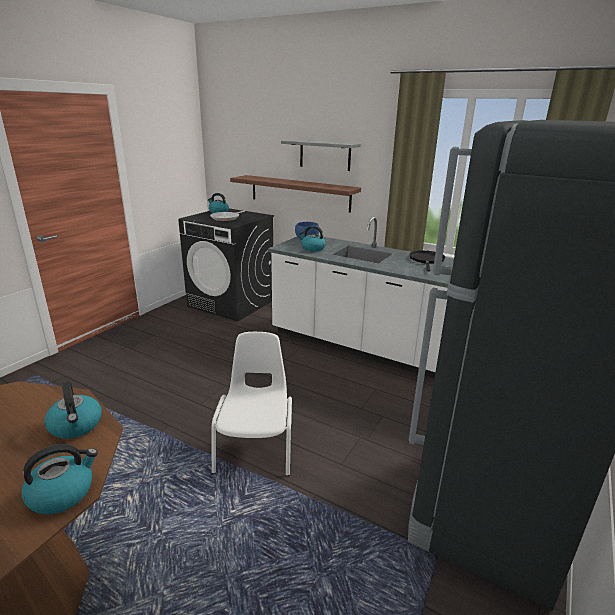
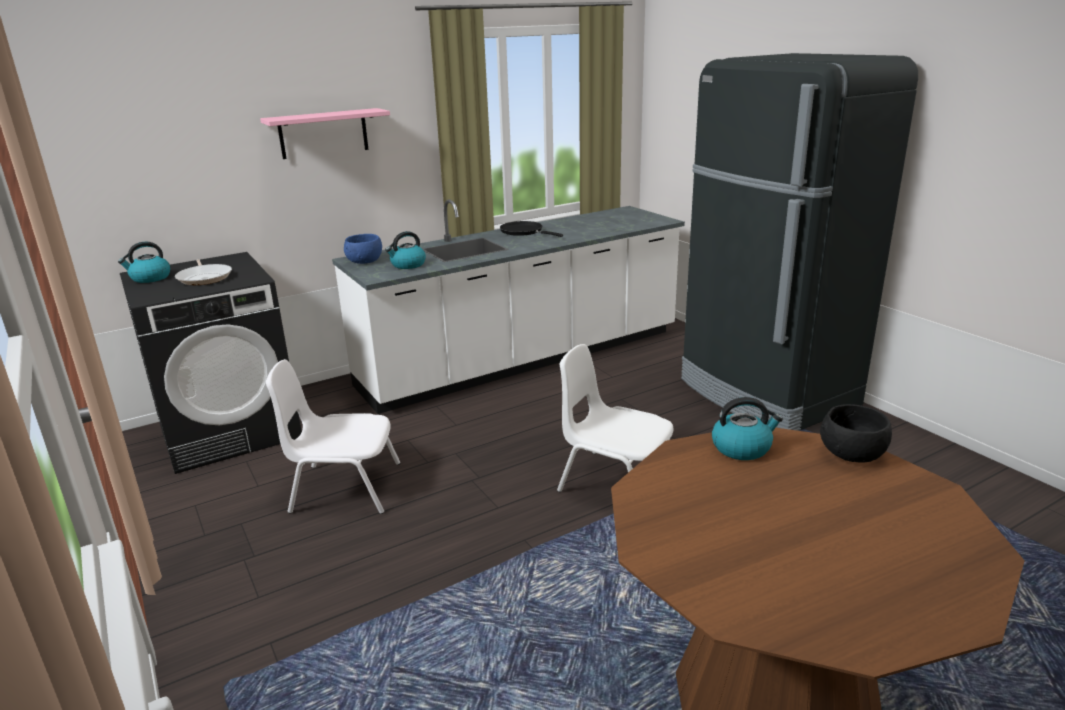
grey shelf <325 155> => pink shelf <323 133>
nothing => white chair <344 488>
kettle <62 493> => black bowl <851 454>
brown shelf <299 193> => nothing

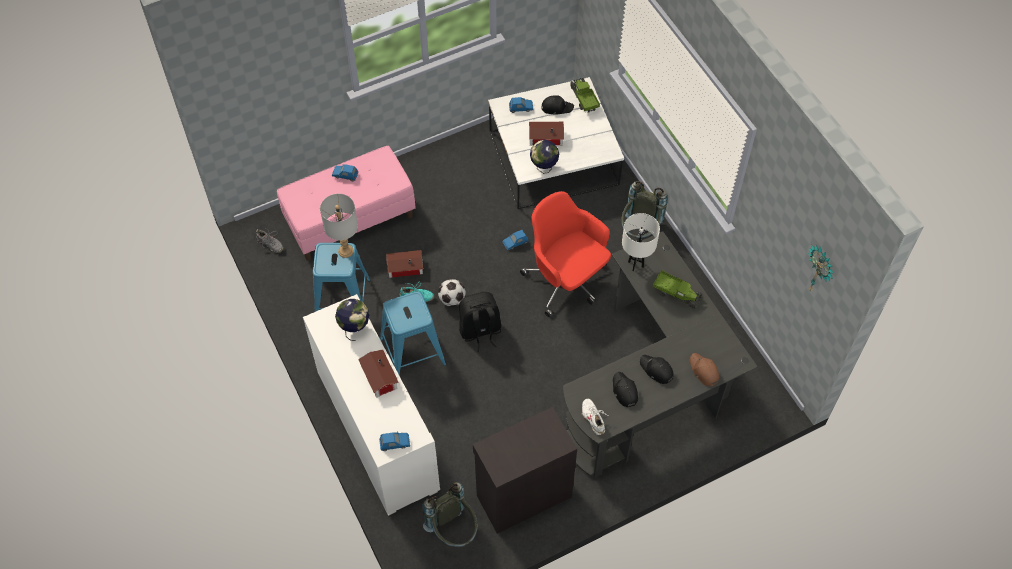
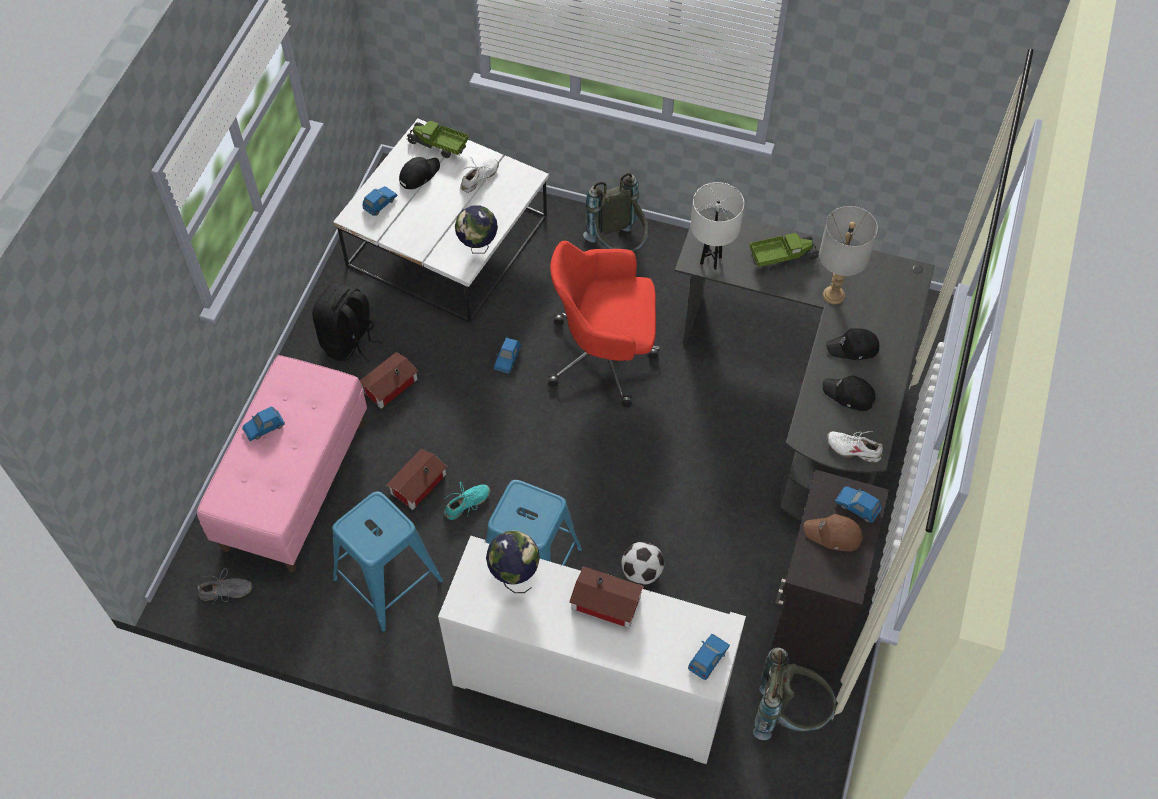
black backpack <480 331> => black backpack <349 342>, shifted
toy house <545 137> => toy house <388 386>, shifted
nothing => white shoe <479 178>
football <452 299> => football <641 572>, shifted
brown cap <703 371> => brown cap <833 535>, shifted
grey table lamp <346 251> => grey table lamp <834 295>, shifted
nothing => blue toy car <857 506>
wall clock <819 270> => nothing

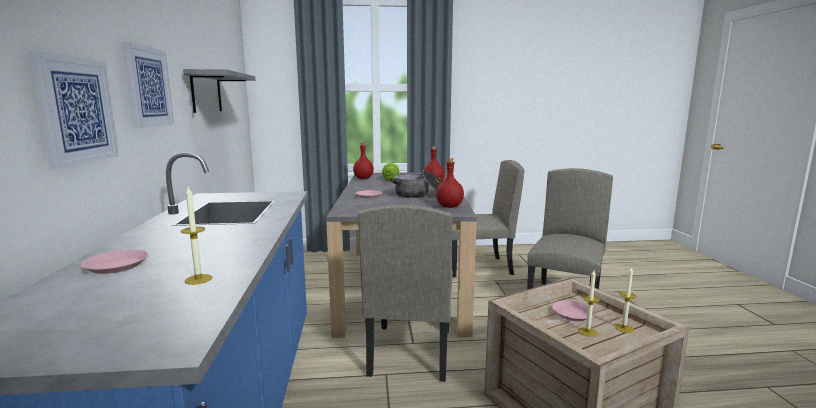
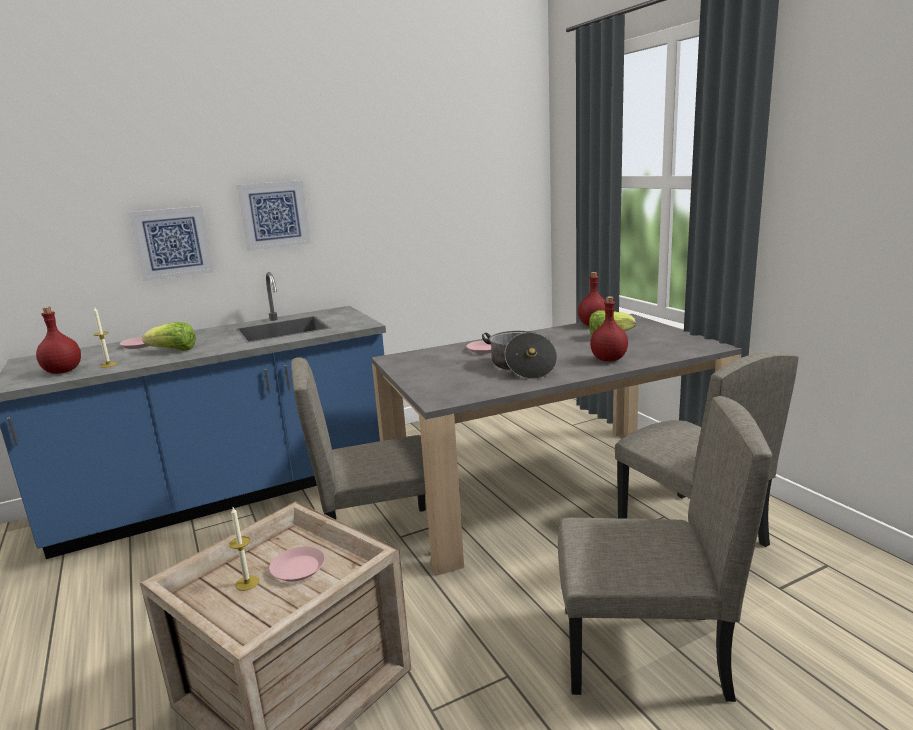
red bottle <450 206> => red bottle <62 371>, shifted
nothing => lettuce <174 350>
grey shelf <206 92> => nothing
candle <624 328> => nothing

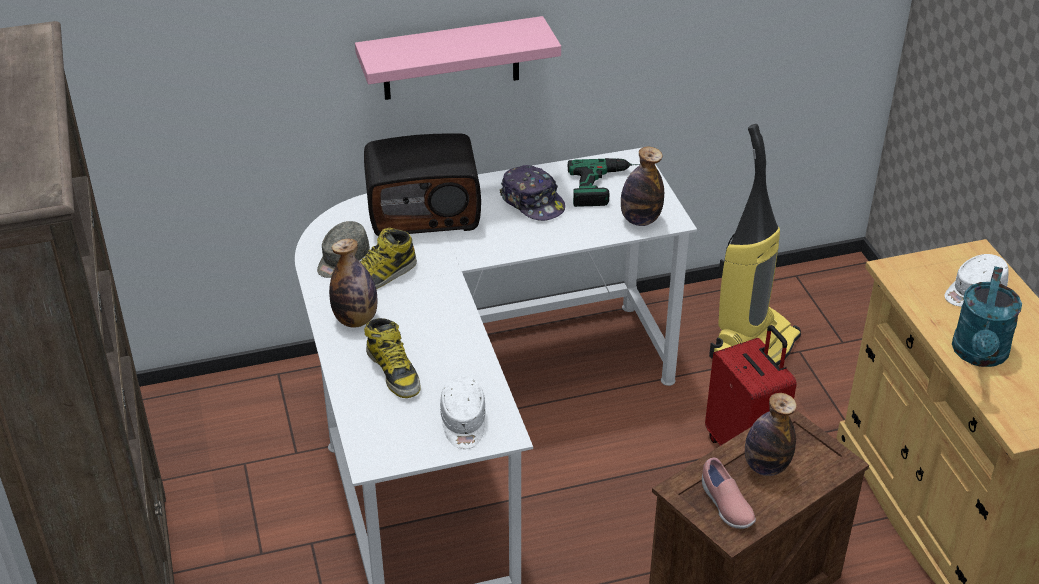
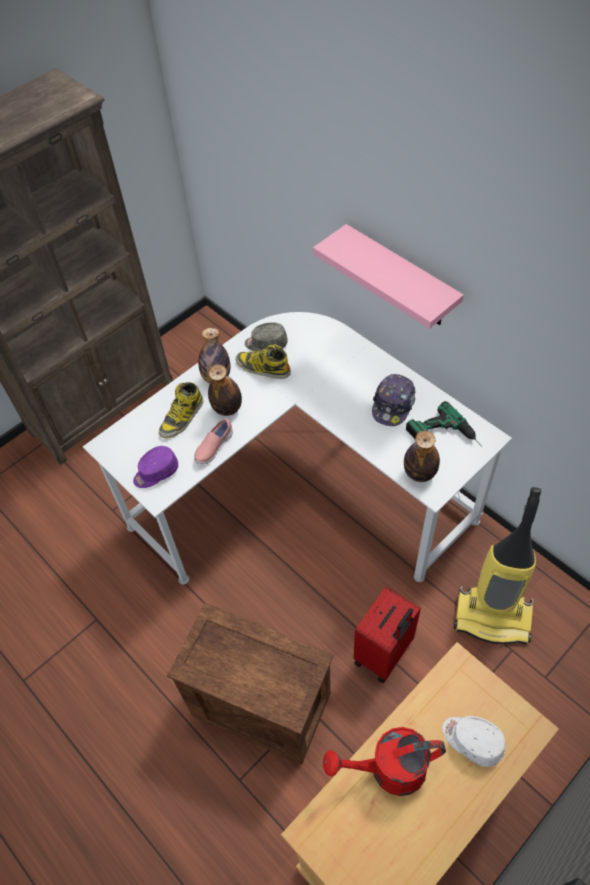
white cap <463 423> => purple cap <156 472>
pink shoe <725 506> => pink shoe <213 447>, shifted
bottle <766 466> => bottle <227 408>, shifted
turquoise watering can <979 355> => red watering can <388 770>
radio <424 211> => nothing

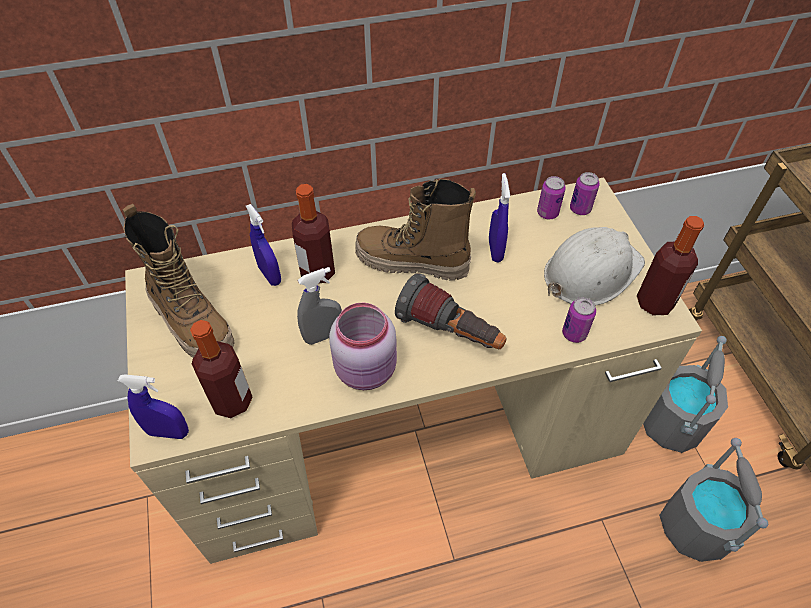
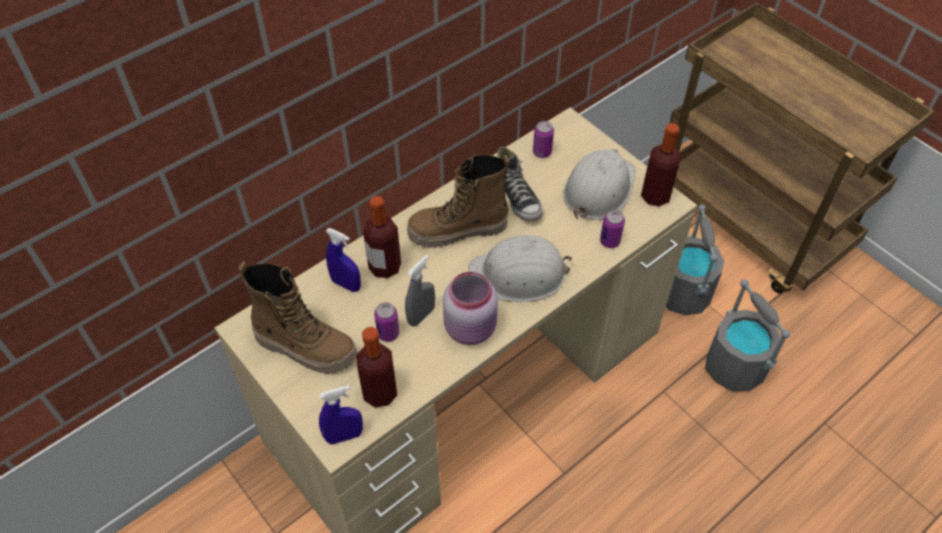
can <580 209> => can <388 333>, shifted
flashlight <450 332> => white hard hat <519 275>
blue spray bottle <495 250> => shoe <517 197>

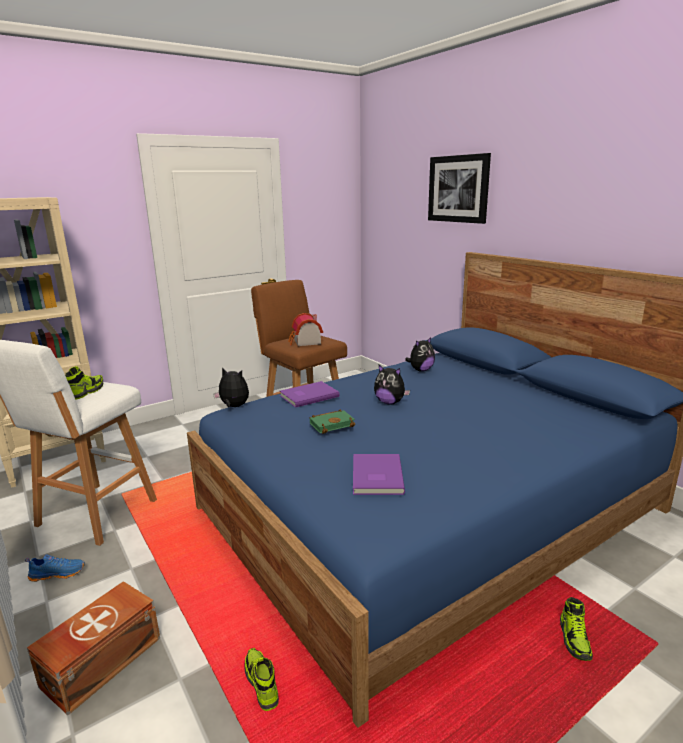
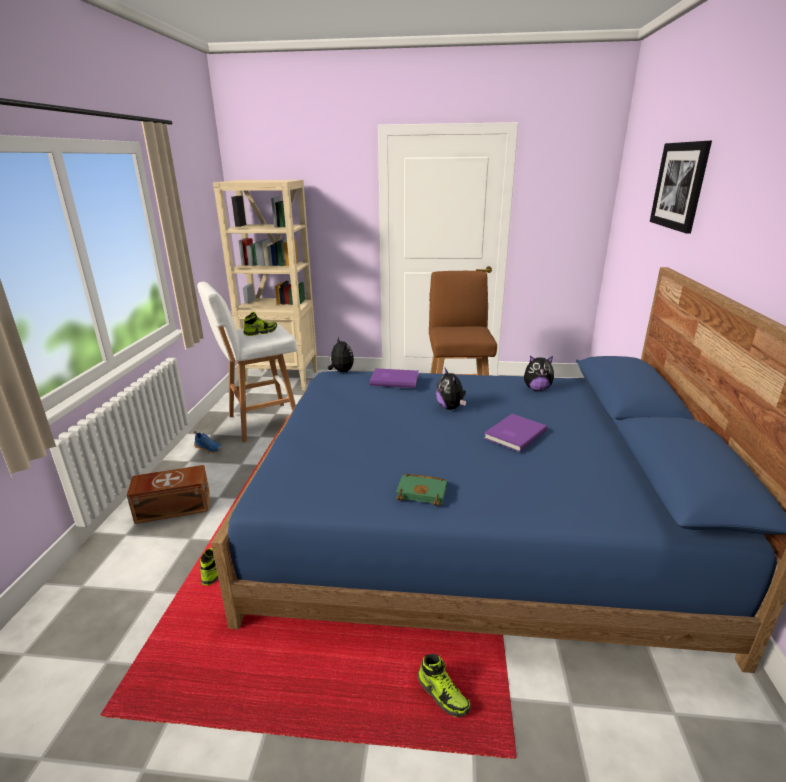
green book <332 424> => green book <423 492>, shifted
shoe <574 639> => shoe <443 694>, 90 degrees counterclockwise
purple book <375 476> => purple book <513 434>, shifted
toy house <305 342> => nothing

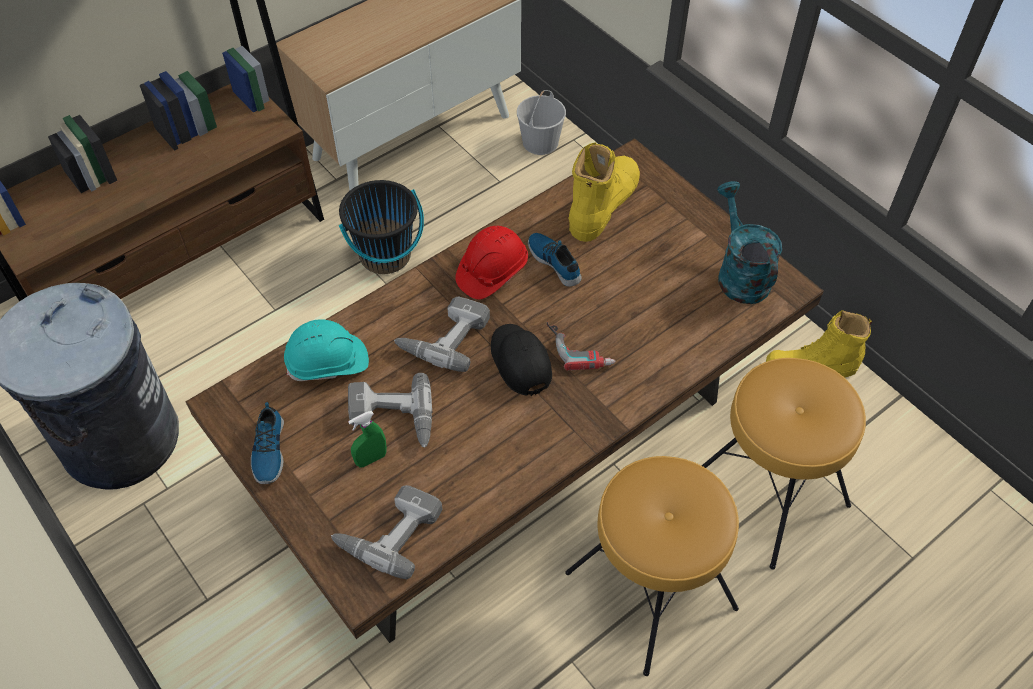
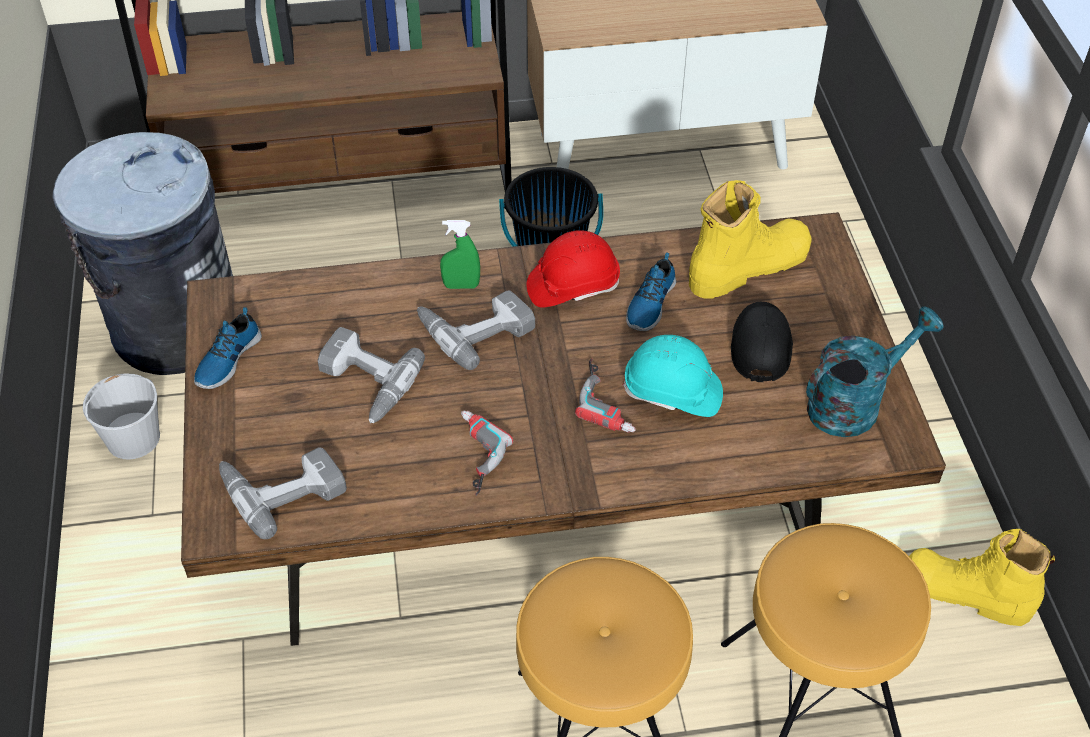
white bucket <540 141> => white bucket <134 437>, shifted
green spray bottle <371 459> => green spray bottle <461 285>, shifted
nothing => power drill <471 455>
turquoise hard hat <328 363> => turquoise hard hat <672 393>, shifted
shoe <555 261> => shoe <649 303>, 150 degrees counterclockwise
black cap <520 362> => black cap <760 345>, shifted
turquoise watering can <739 273> => turquoise watering can <854 403>, 45 degrees clockwise

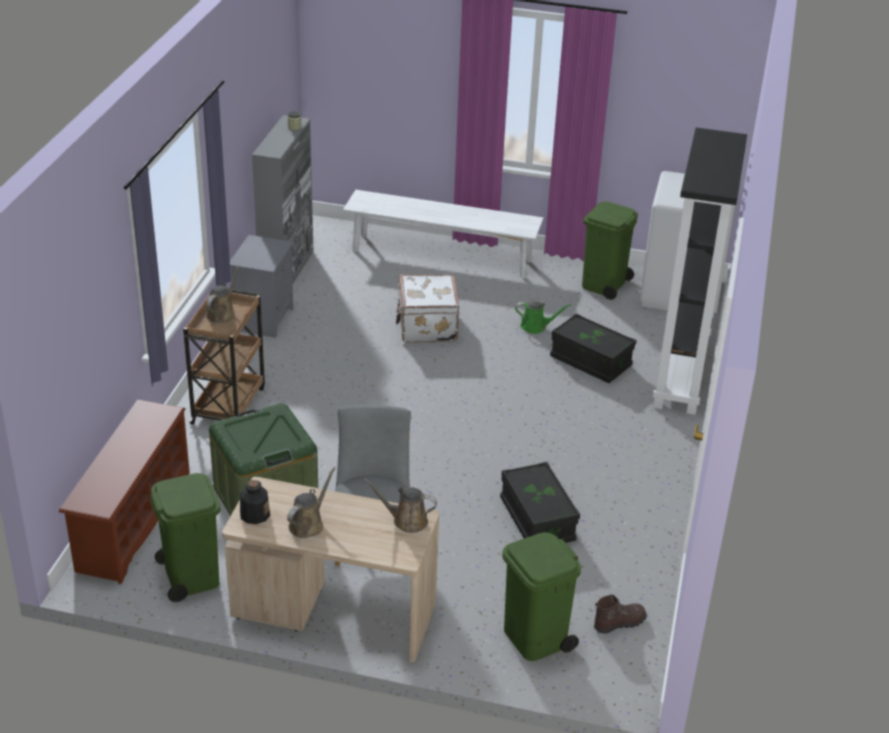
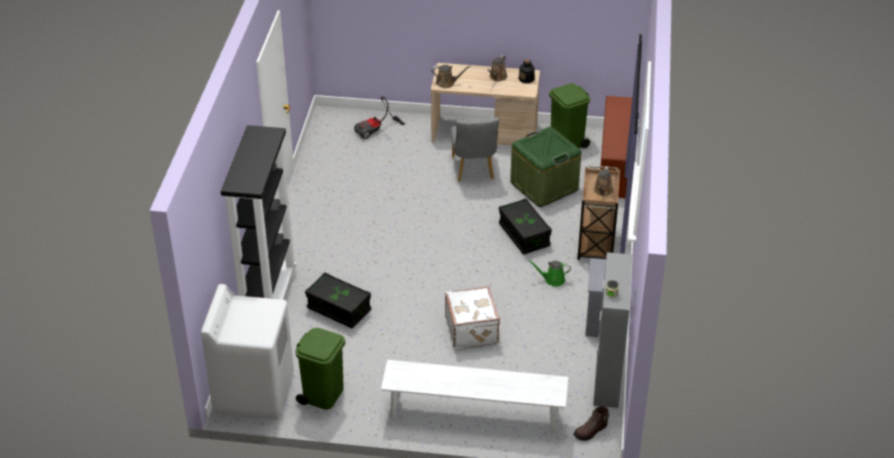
green trash can <535 638> => vacuum cleaner <376 131>
black storage box <537 520> => black storage box <524 235>, shifted
green watering can <536 327> => green watering can <552 280>, shifted
brown boot <618 623> => brown boot <590 432>, shifted

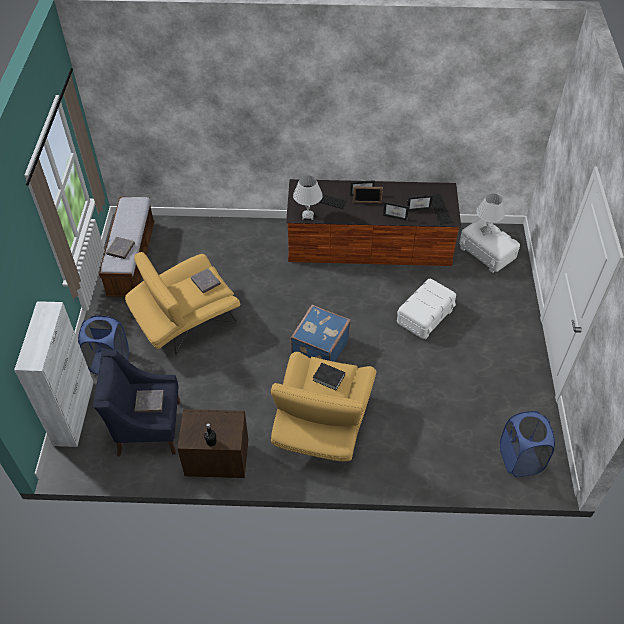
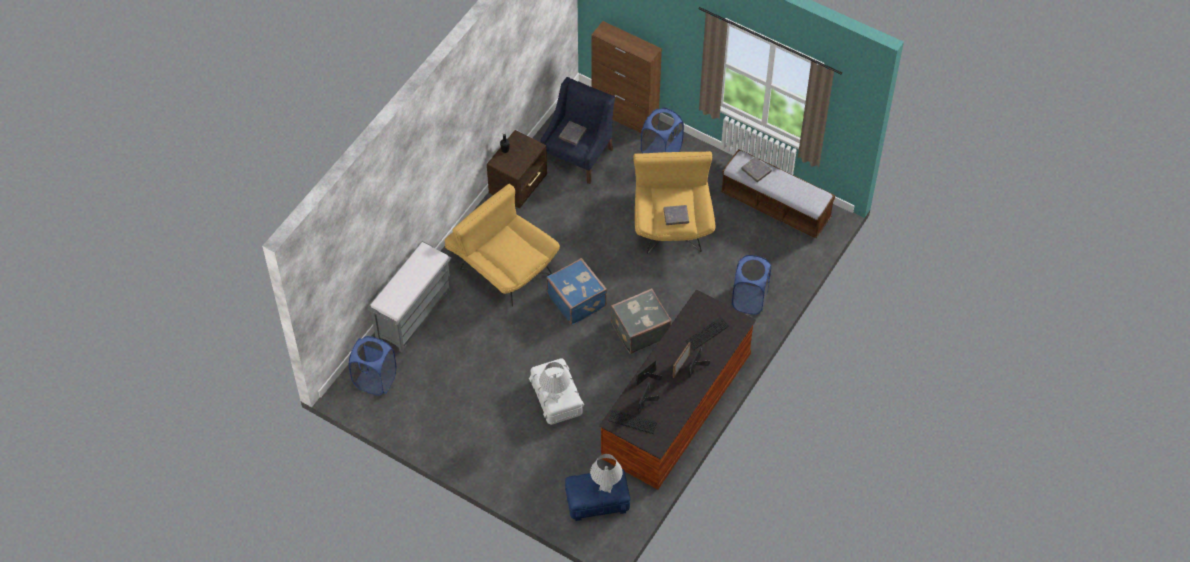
nothing => grey bench <414 313>
white table lamp <308 215> => white table lamp <555 395>, shifted
white storage box <487 252> => blue storage box <597 501>
white cabinet <74 412> => brown cabinet <625 116>
nothing => grey suitcase <639 330>
nothing => blue laundry basket <749 300>
black book <329 377> => nothing

